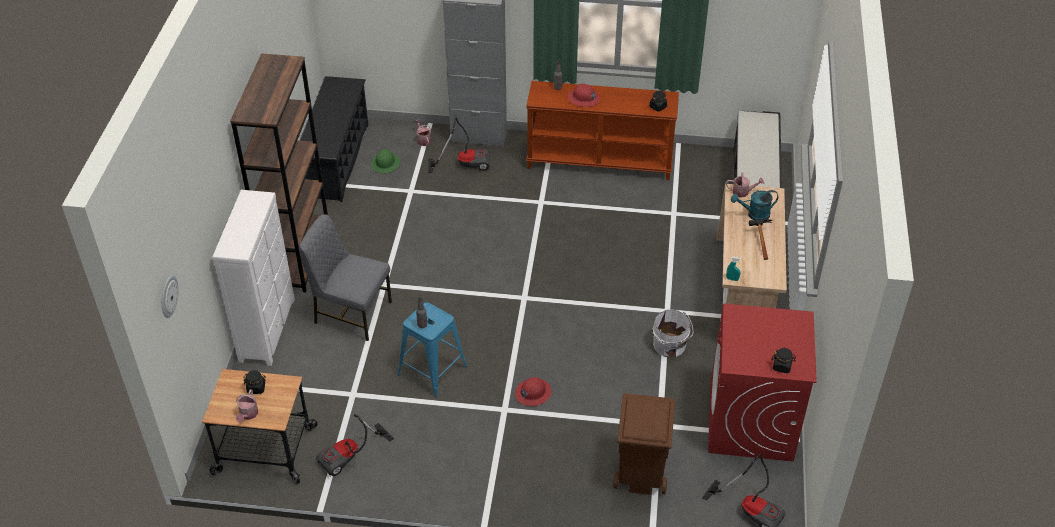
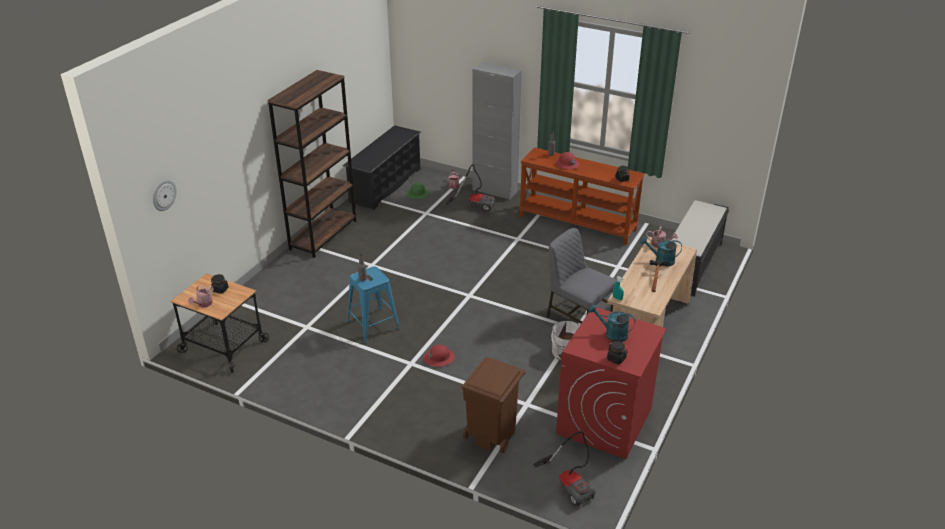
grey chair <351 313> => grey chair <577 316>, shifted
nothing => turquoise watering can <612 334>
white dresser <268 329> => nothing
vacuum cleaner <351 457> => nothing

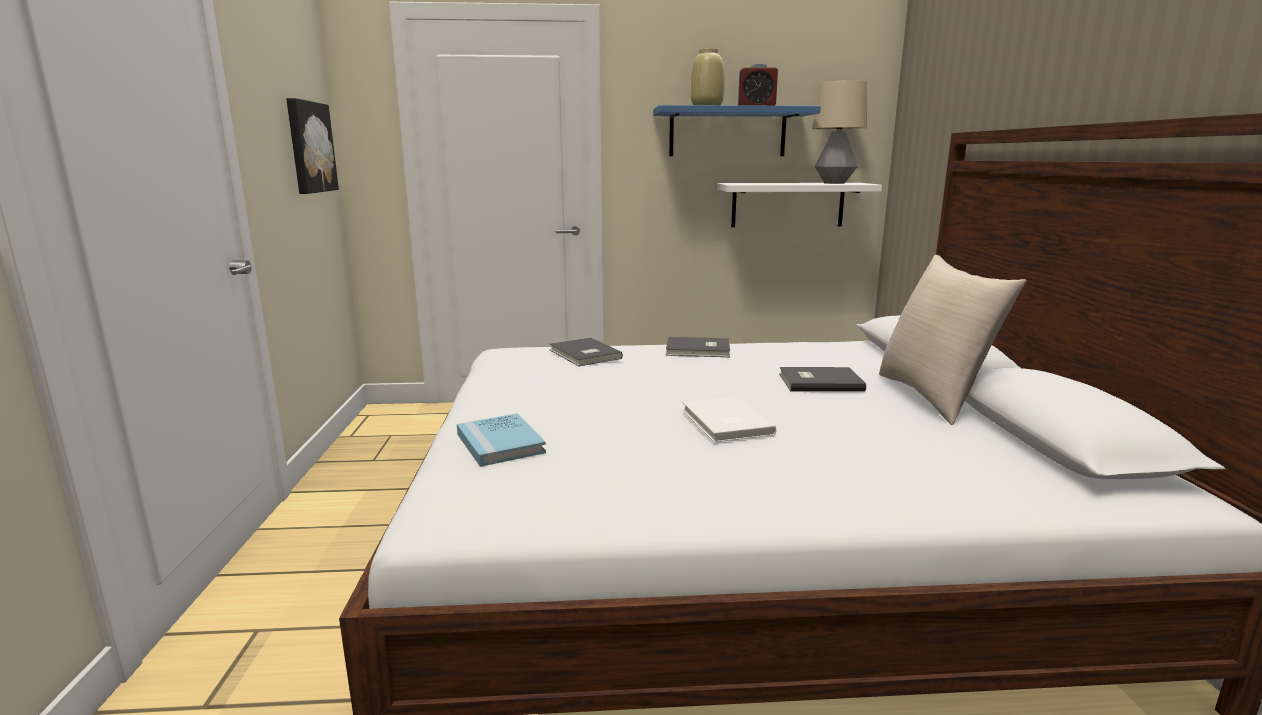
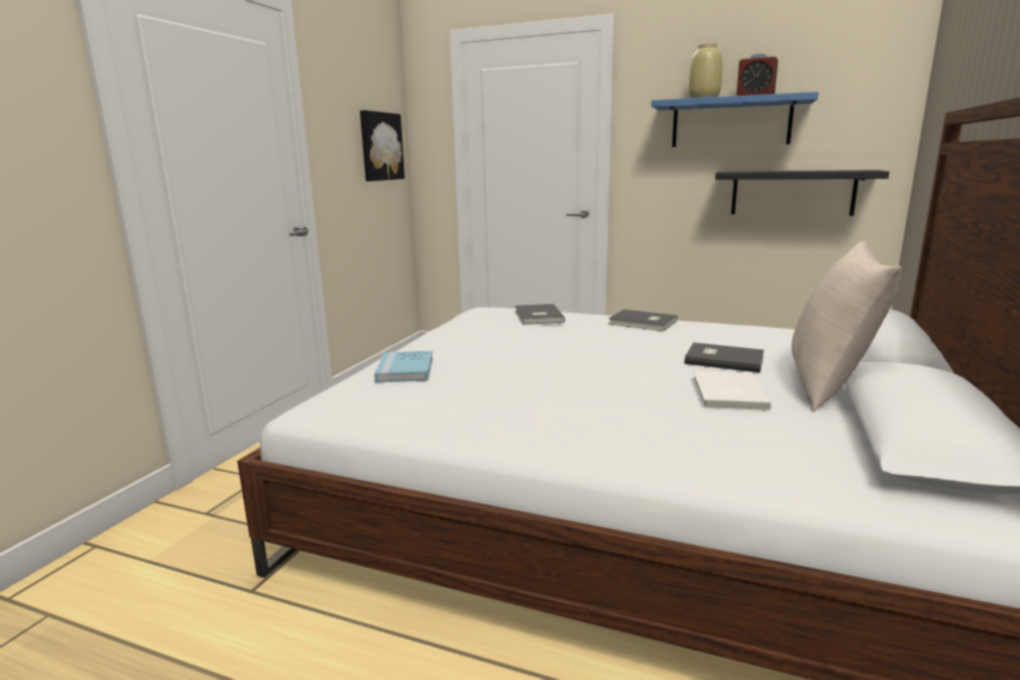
white book <725 423> => white book <726 394>, shifted
white shelf <787 205> => black shelf <792 193>
table lamp <835 183> => nothing

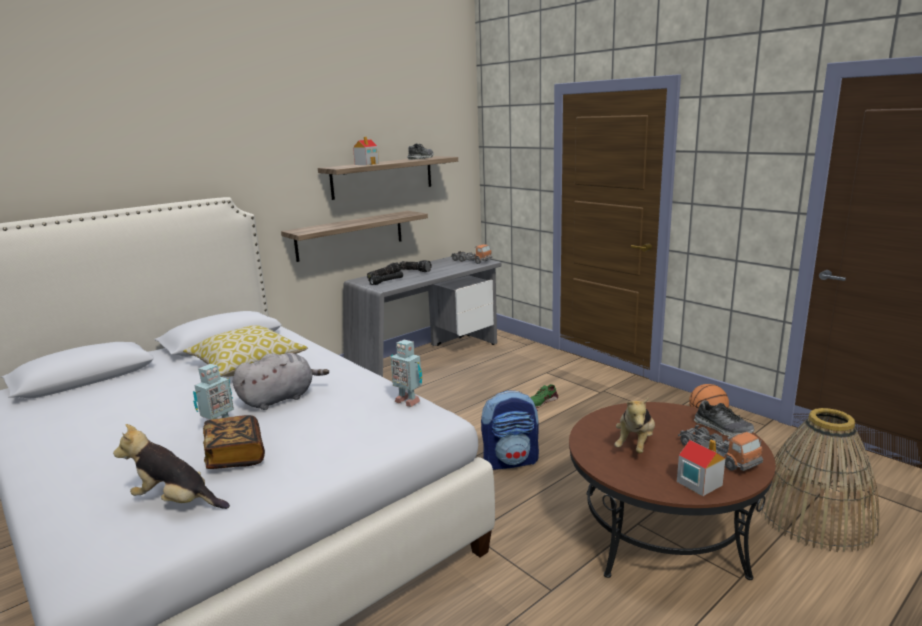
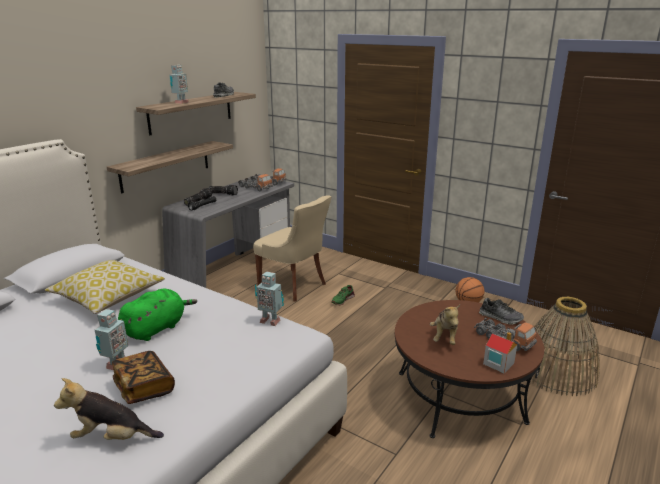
grey plush toy <280 399> => green plush toy <157 328>
toy house <367 164> => toy robot <180 103>
nothing => toy truck <255 188>
nothing => beige chair <294 286>
backpack <510 461> => nothing

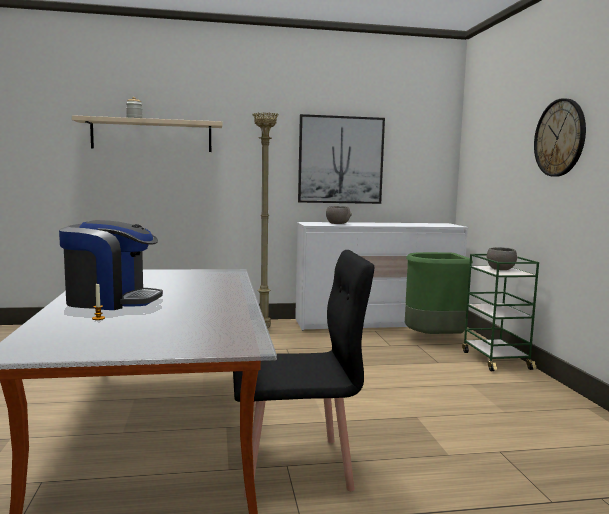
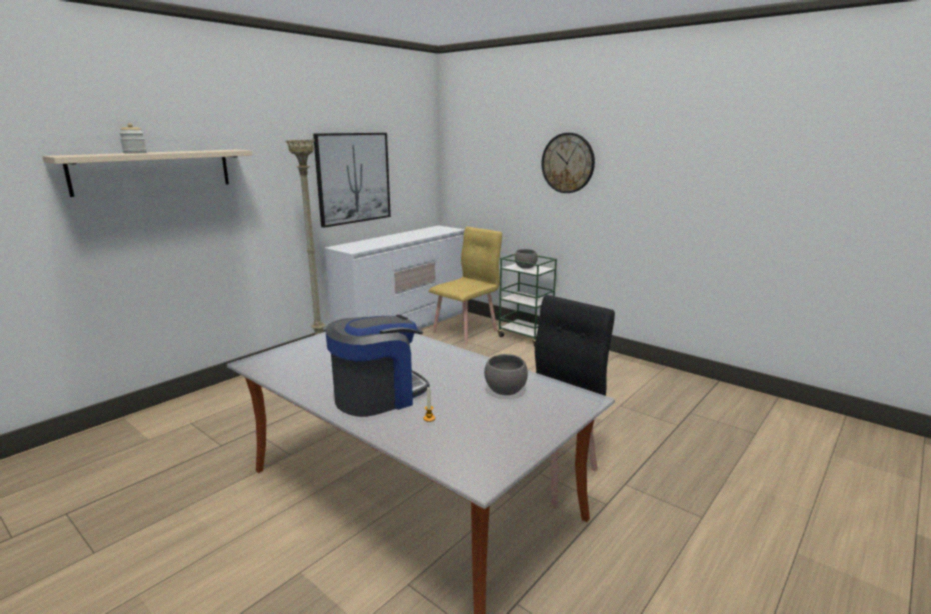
green trash can <434 339> => yellow chair <465 331>
grey bowl <337 223> => grey bowl <505 389>, shifted

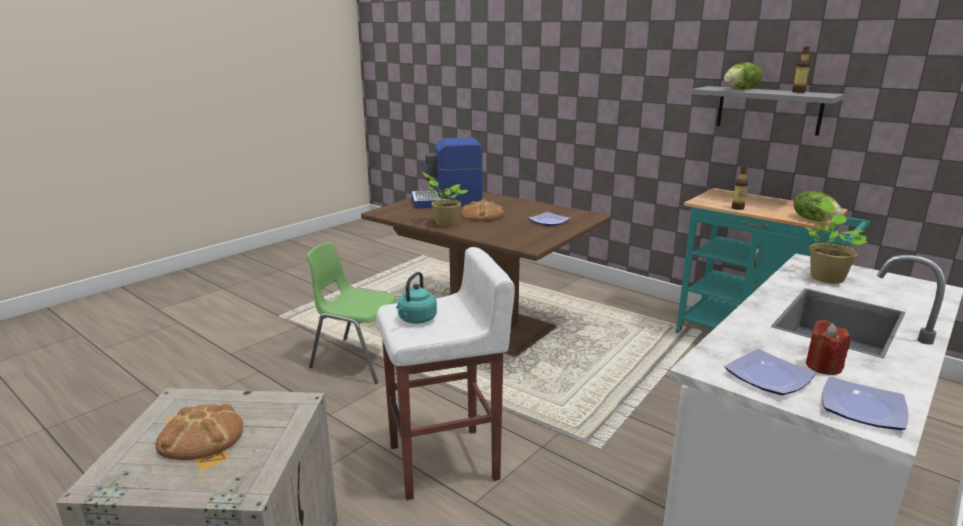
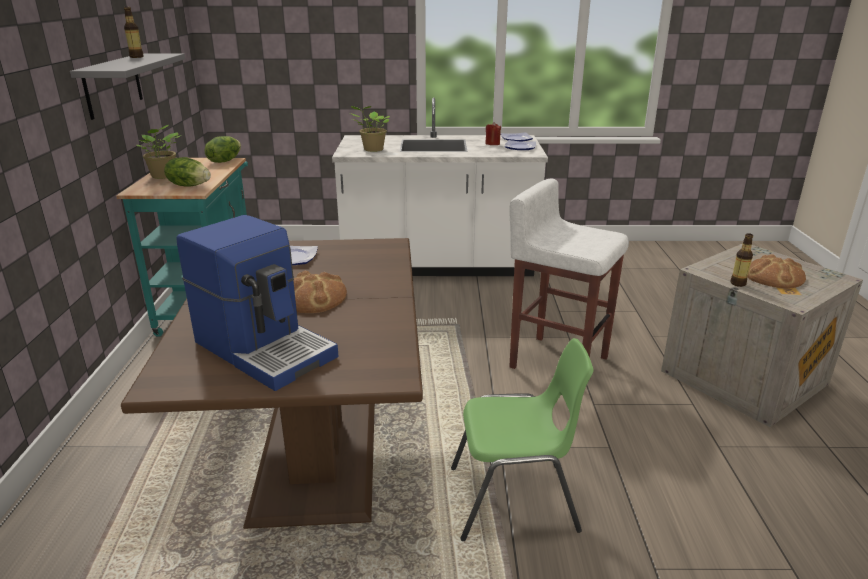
potted plant <444 223> => potted plant <163 176>, shifted
lettuce <741 89> => lettuce <189 185>, shifted
green chair <359 359> => green chair <515 500>, 75 degrees counterclockwise
bottle <737 208> => bottle <738 283>, shifted
turquoise kettle <416 320> => nothing

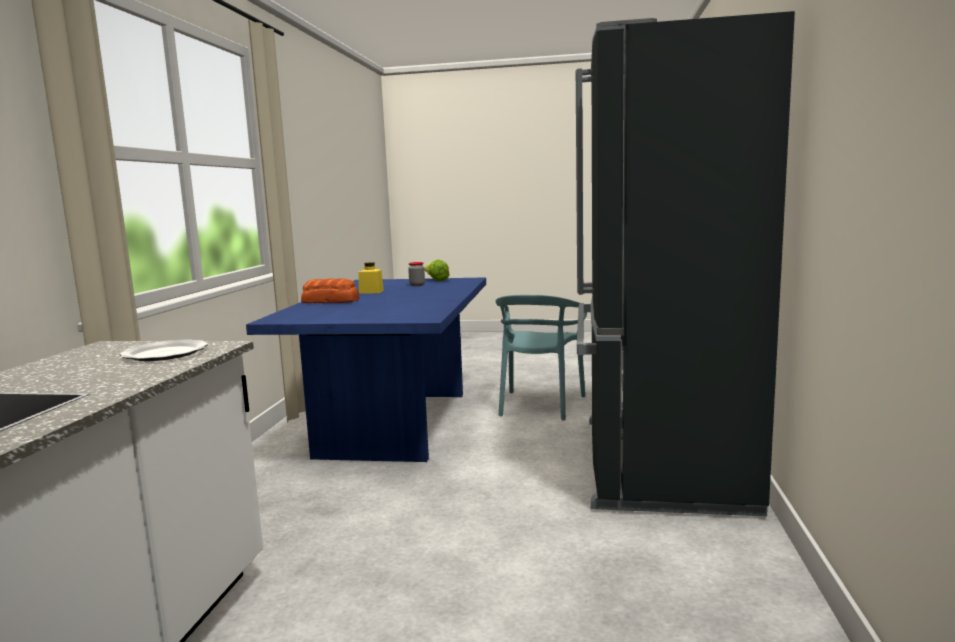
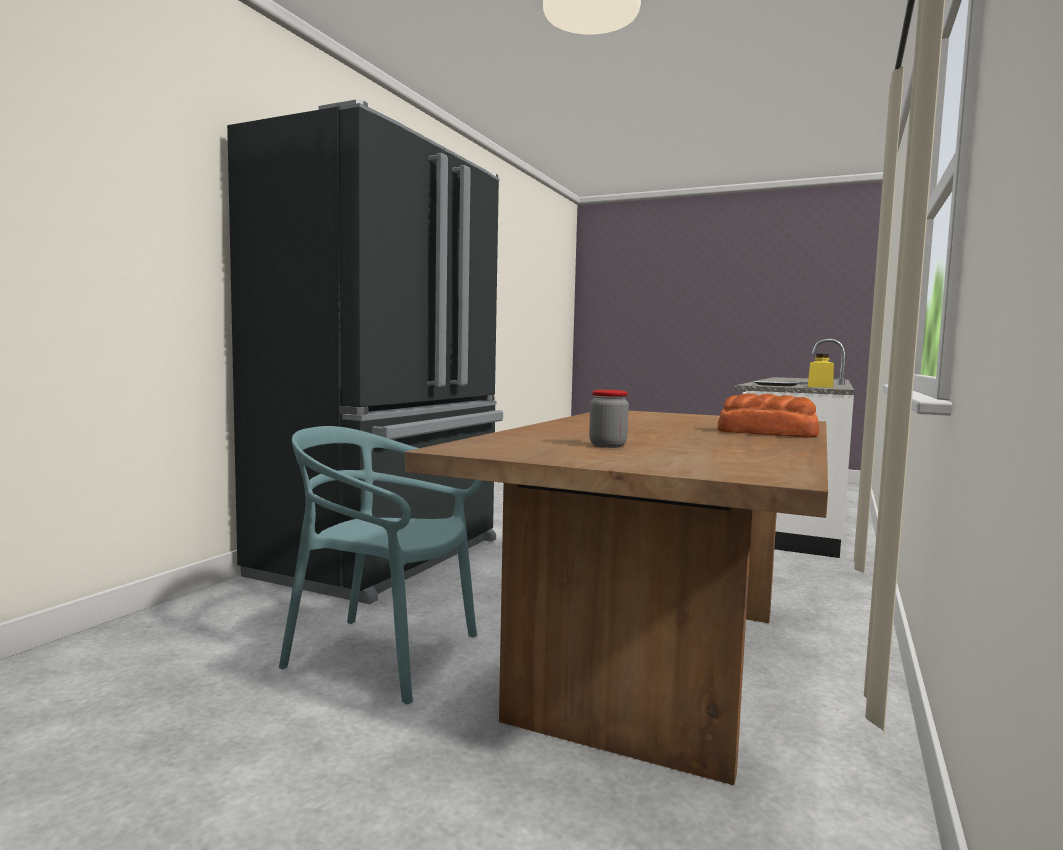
turquoise chair <539 405> => turquoise chair <383 655>, 105 degrees counterclockwise
blue dining table <397 423> => brown dining table <656 660>
yellow jar <371 292> => yellow jar <820 387>, shifted
lettuce <436 280> => nothing

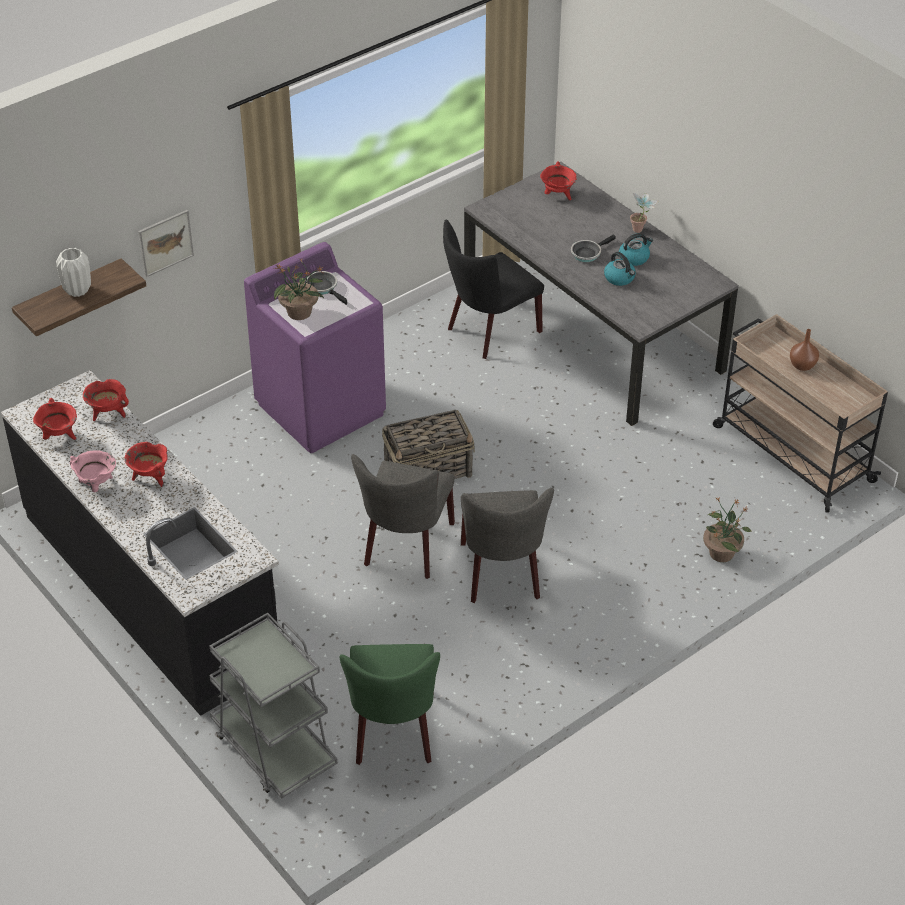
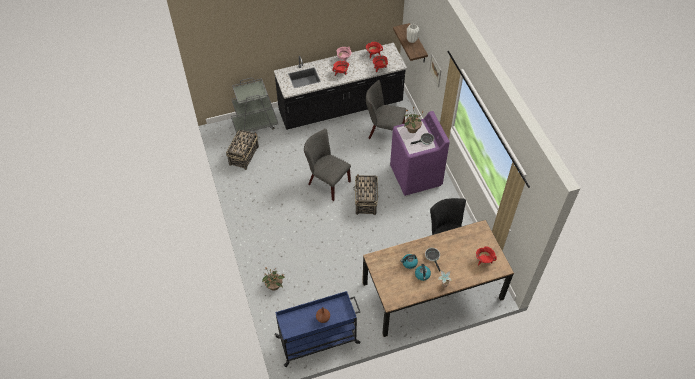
green chair <393 733> => basket <244 155>
beige cart <791 453> => blue cart <319 340>
grey dining table <591 331> => brown dining table <432 290>
grey chair <502 575> => grey chair <383 132>, shifted

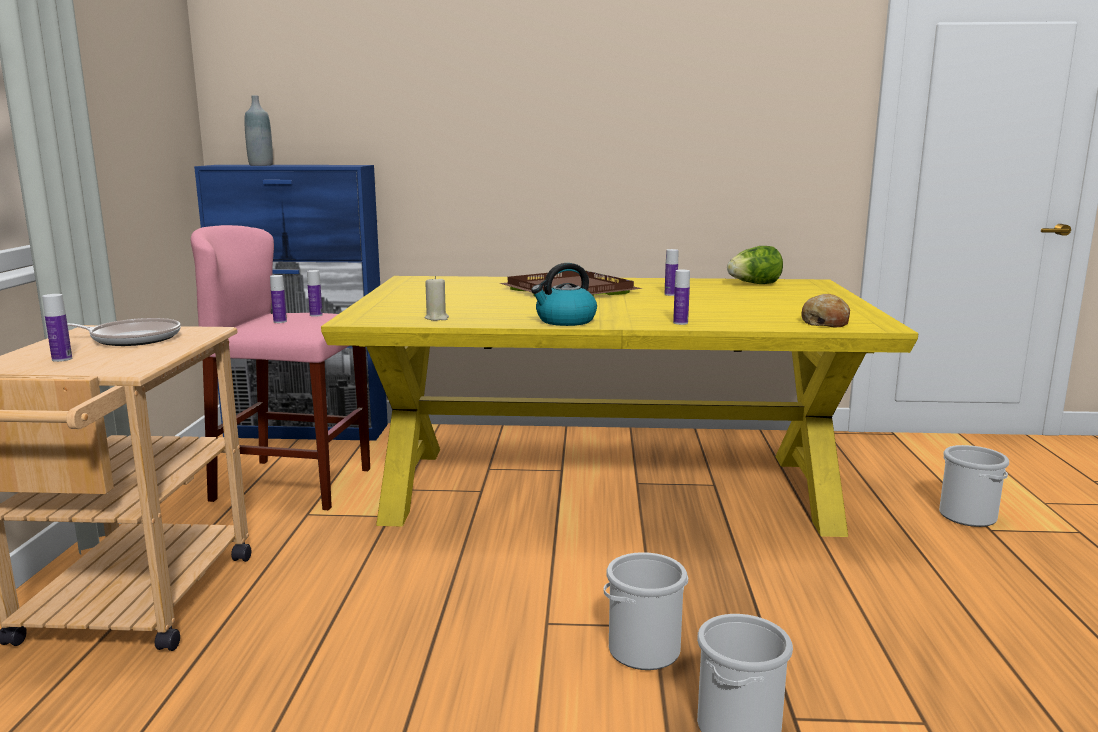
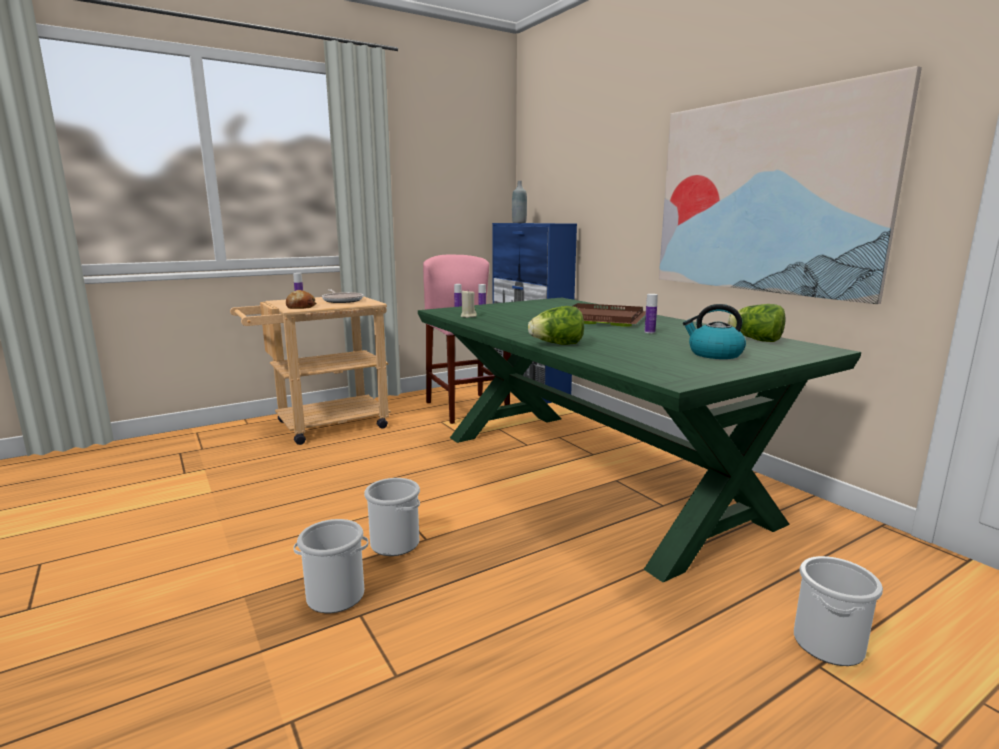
bread <825 322> => bread <300 307>, shifted
yellow dining table <609 487> => green dining table <593 474>
bottle <680 323> => lettuce <557 344>
nothing => picture <764 196>
kettle <565 321> => kettle <714 354>, shifted

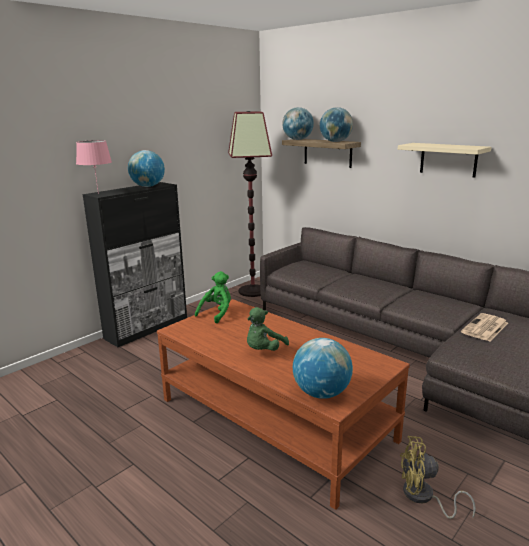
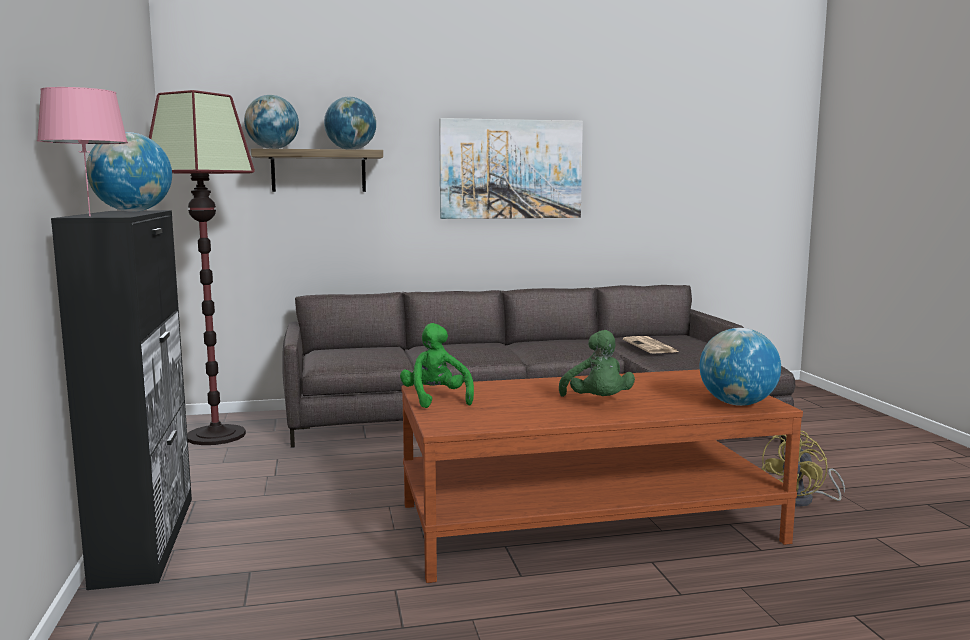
beige shelf <448 159> => picture <511 169>

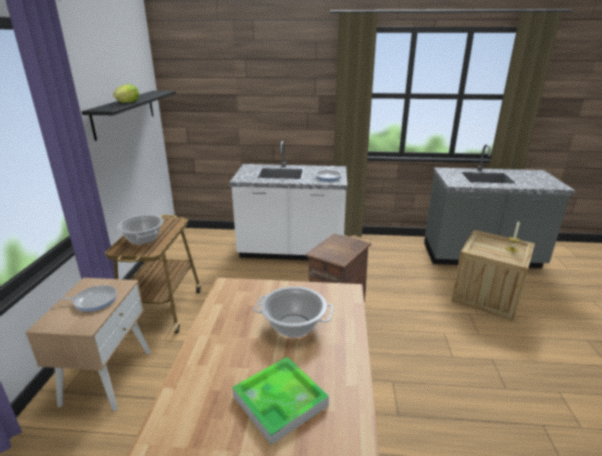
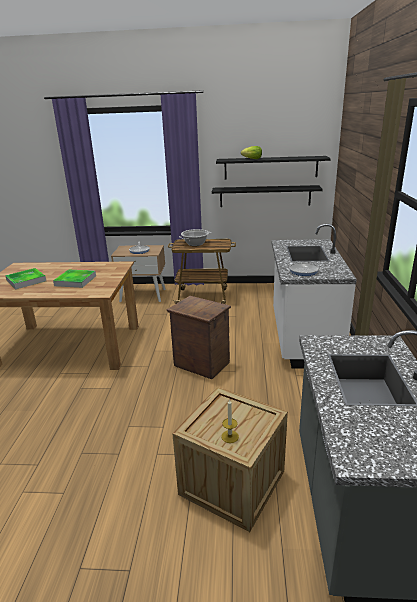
cooking pot <294 326> => tray <75 281>
nothing => black shelf <265 196>

